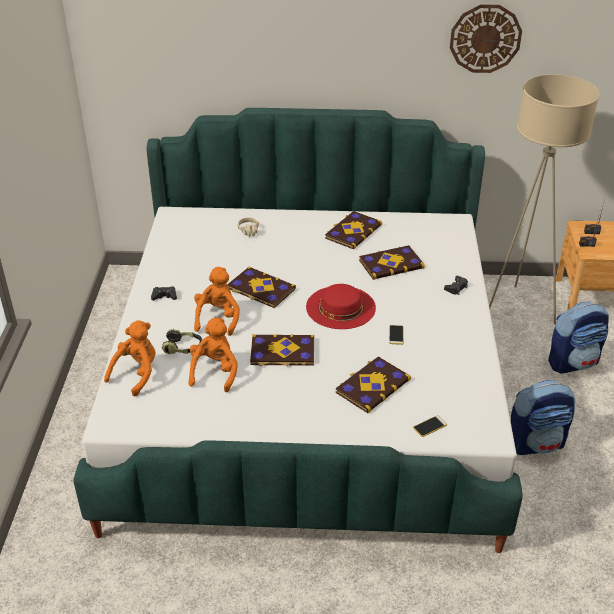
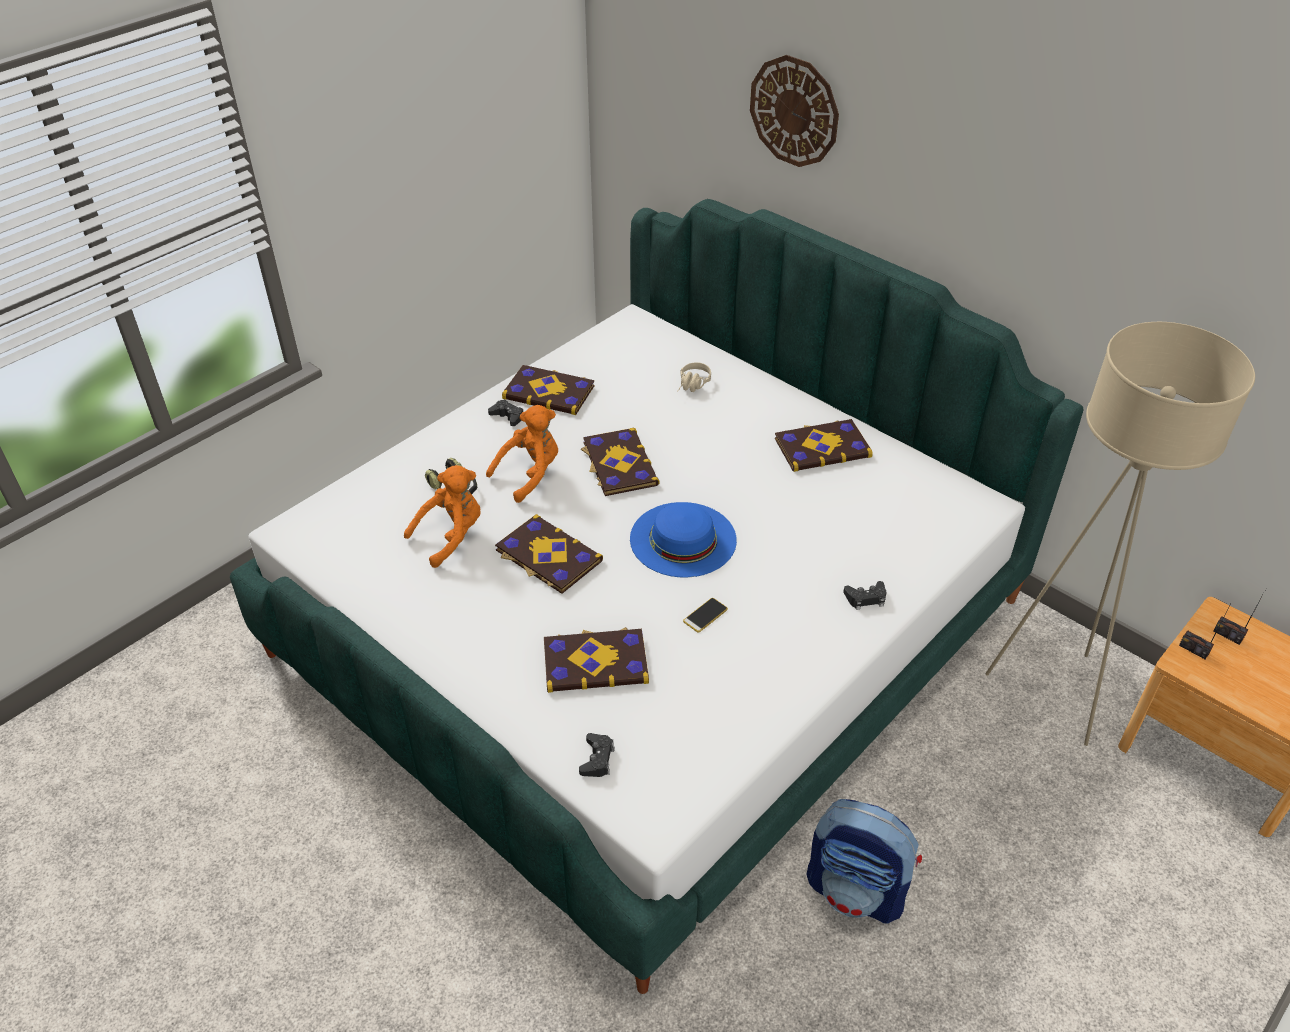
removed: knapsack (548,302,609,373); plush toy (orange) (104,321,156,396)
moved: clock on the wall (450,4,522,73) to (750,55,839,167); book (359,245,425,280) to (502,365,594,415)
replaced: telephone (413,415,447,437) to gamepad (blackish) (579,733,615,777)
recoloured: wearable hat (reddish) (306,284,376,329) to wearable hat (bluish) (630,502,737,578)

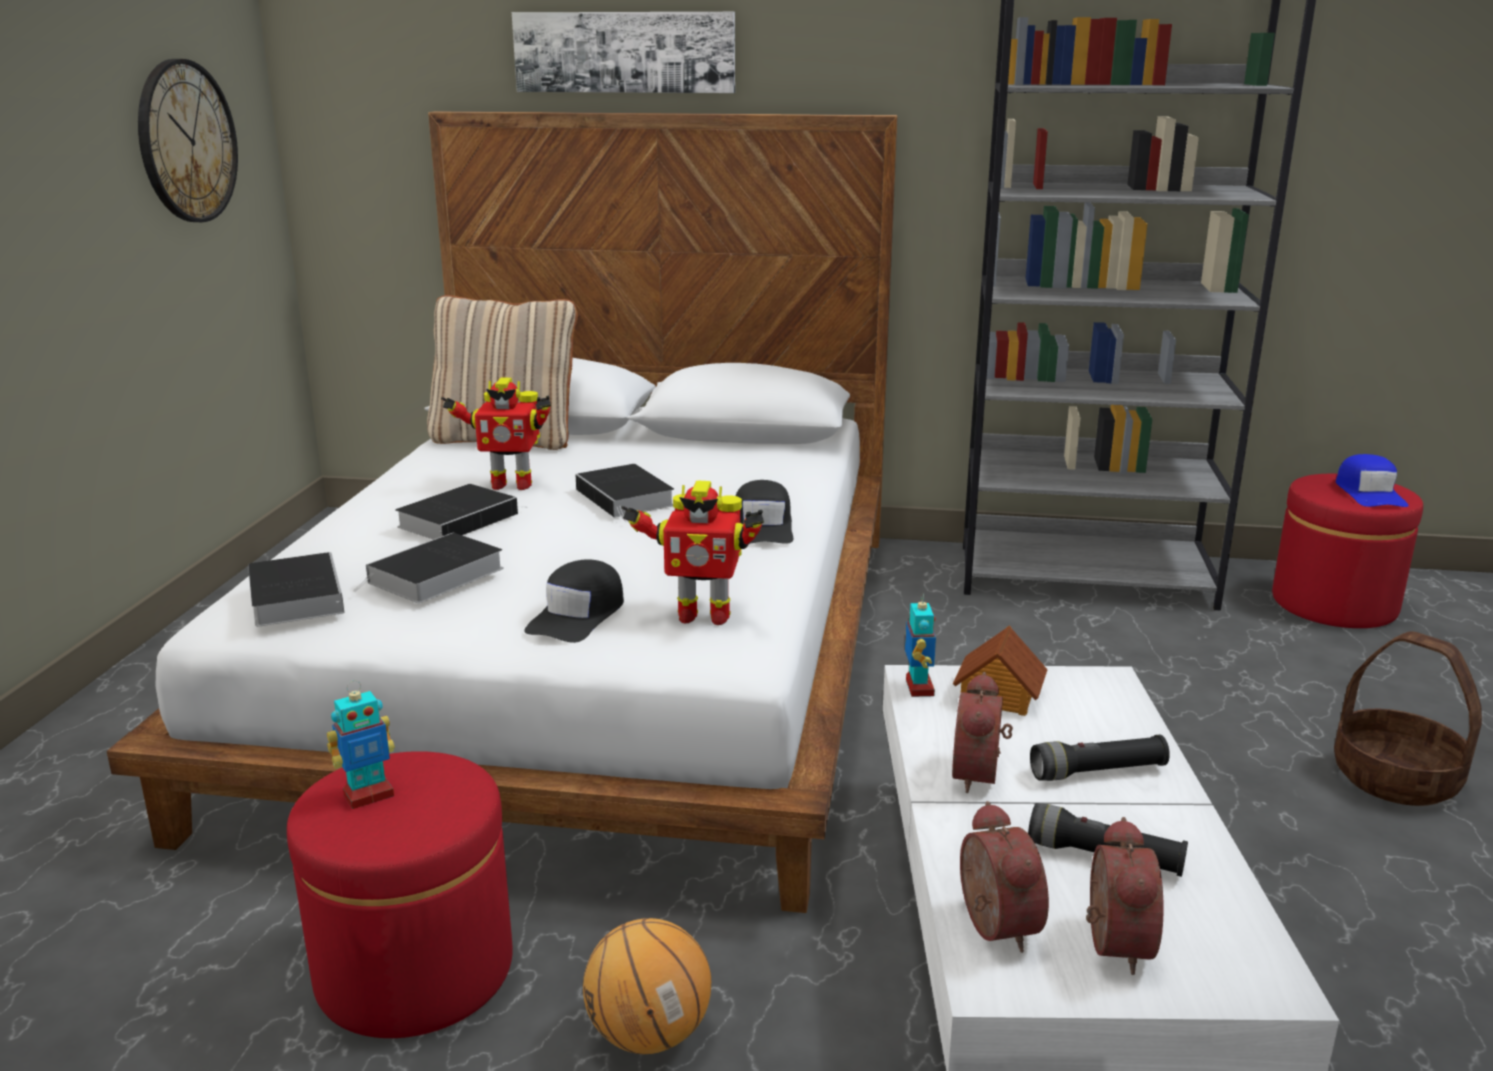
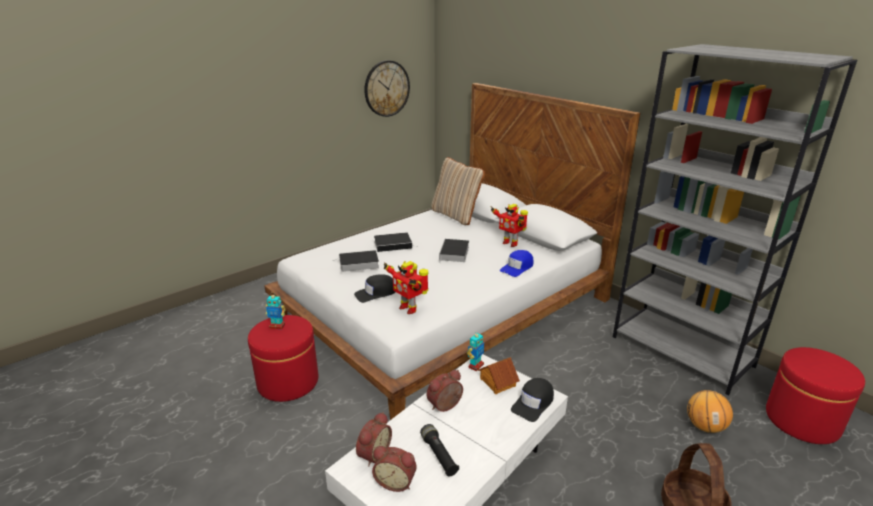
removed: wall picture (512,12,735,93); book (248,552,344,627); hand torch (blackish) (1030,735,1170,781)
moved: robot figure (441,378,551,490) to (491,204,528,247); baseball cap (bluish) (1336,454,1409,507) to (500,250,533,277); baseball cap (blackish) (736,480,793,544) to (511,378,554,422); basketball (583,918,711,1054) to (687,390,733,433)
turned: alarm clock (1086,817,1163,975) = (372,446,417,492) 60 degrees clockwise

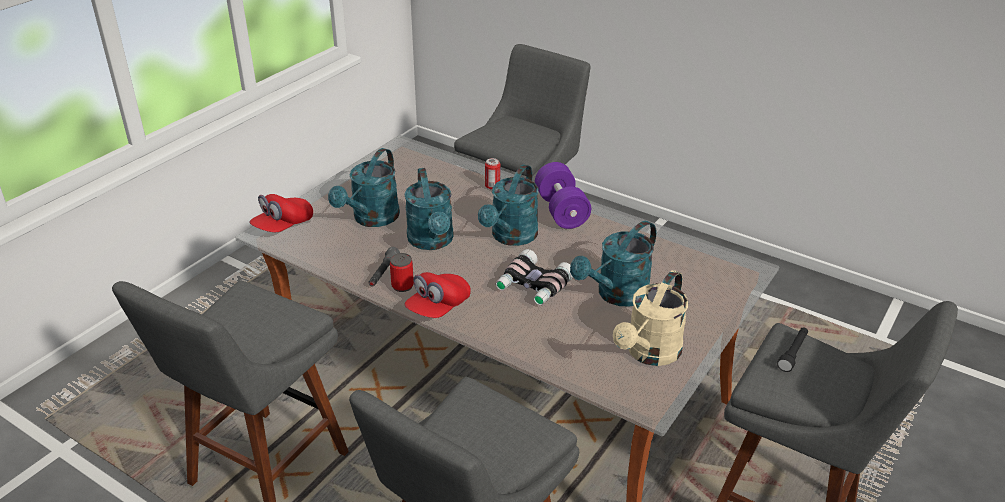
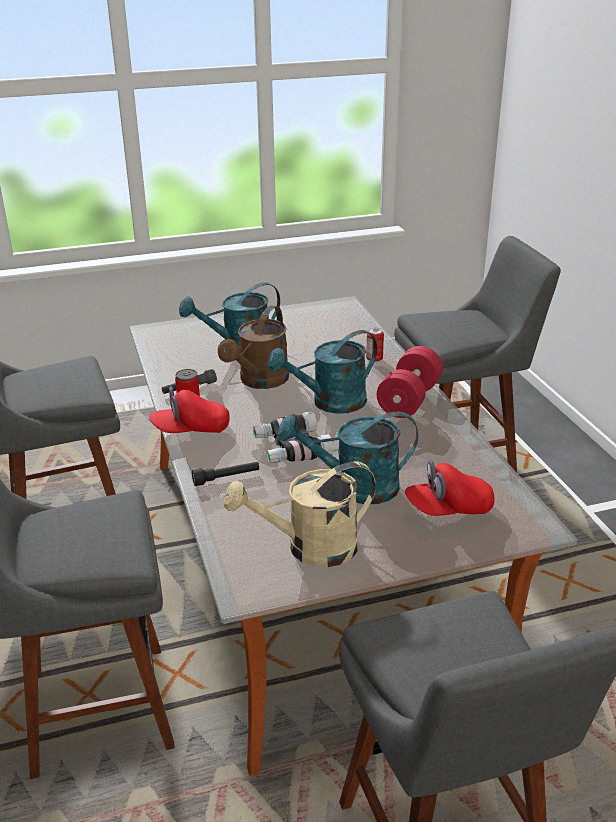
moved: baseball cap (reddish) (250,194,313,232) to (405,460,494,516); hand torch (blackish) (777,327,808,372) to (192,462,259,486)
recoloured: dumbbell (purple) (535,162,591,229) to dumbbell (reddish) (377,346,443,418); watering can (blue-green) (404,168,454,250) to watering can (brown-coloured) (218,305,289,389)

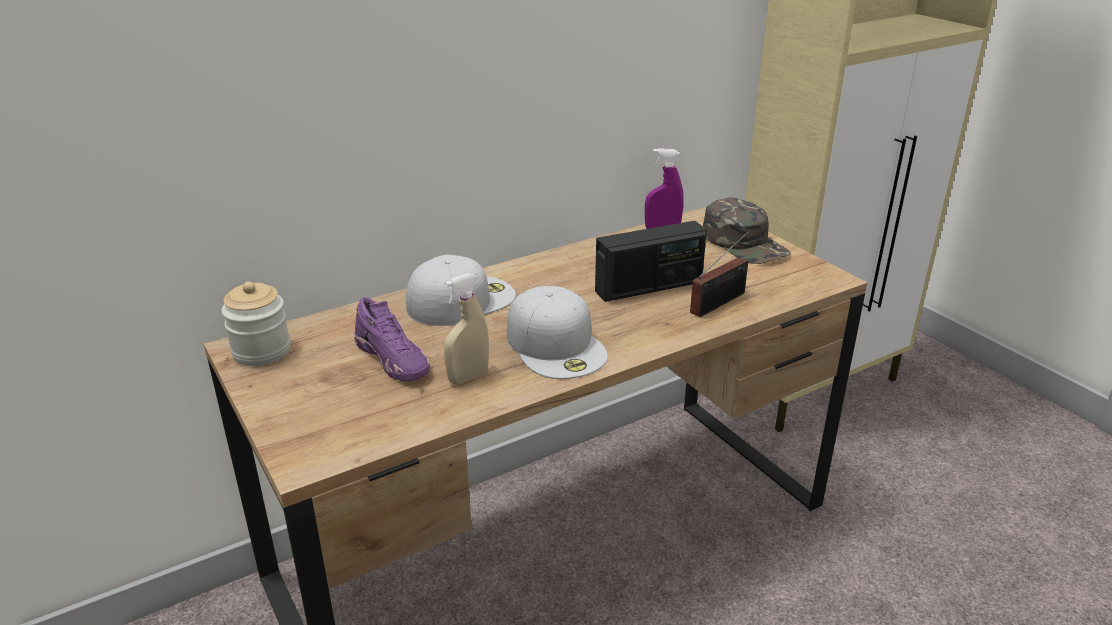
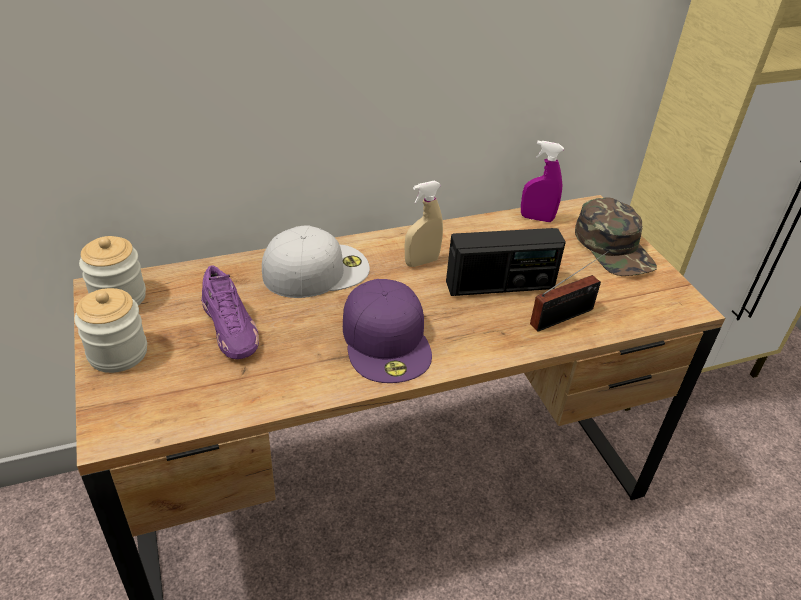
added: preserve jar (74,288,147,373)
moved: spray bottle (beige-coloured) (444,273,489,384) to (405,181,443,267)
recoloured: baseball cap (whitish) (507,286,608,379) to baseball cap (purple) (343,279,432,383)

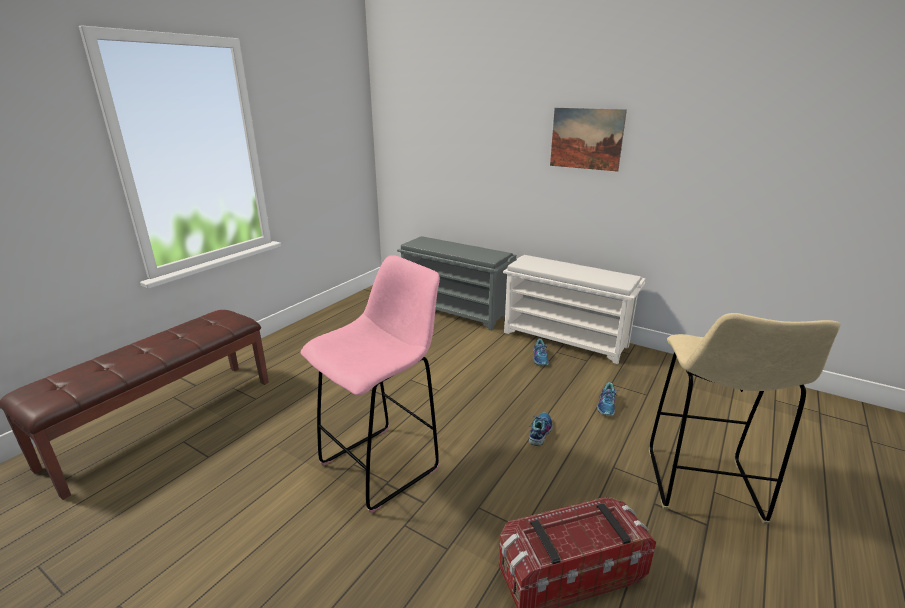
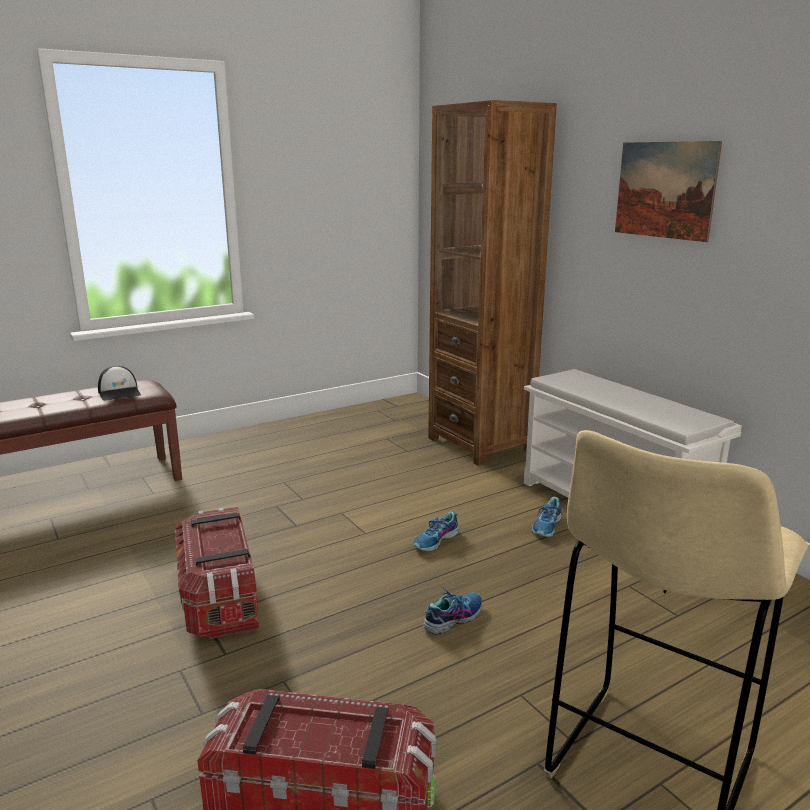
added: baseball cap (98,366,141,401)
moved: shoe (597,382,620,416) to (413,511,459,552)
replaced: shoe shelf (greyish) (397,236,517,330) to bookcase (brown-coloured) (428,100,557,466); stool (pink-coloured) (300,255,440,513) to storage container (175,507,259,639)

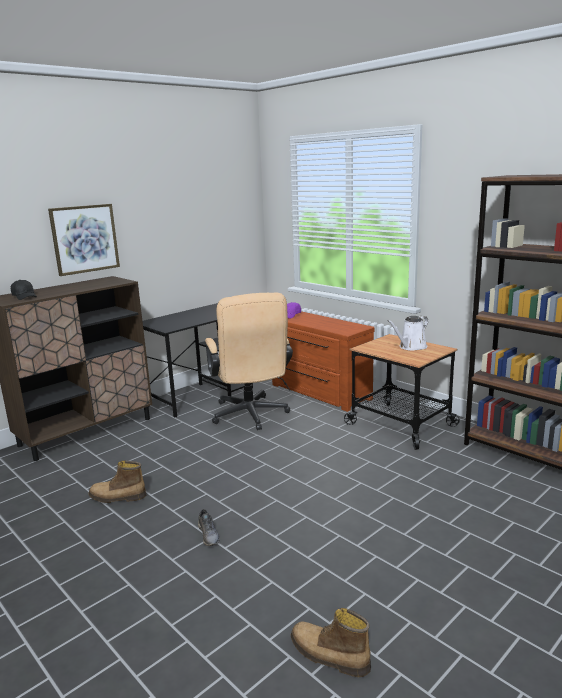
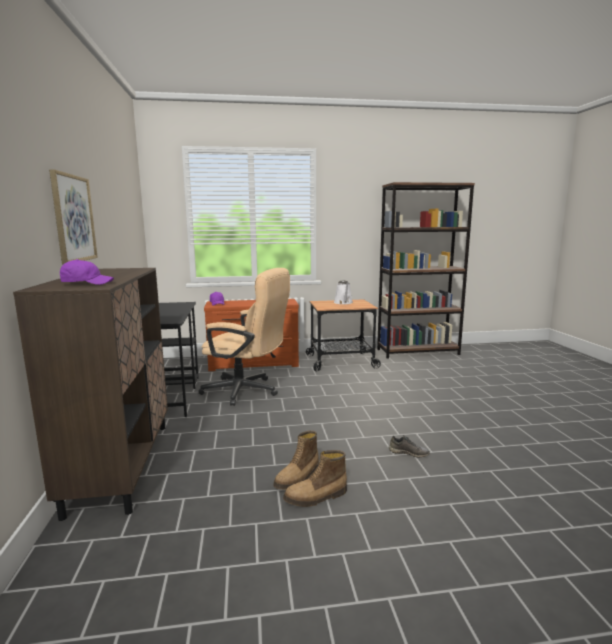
moved: boot (291,608,371,677) to (283,450,347,507)
recoloured: baseball cap (blackish) (11,280,37,300) to baseball cap (purple) (60,259,114,285)

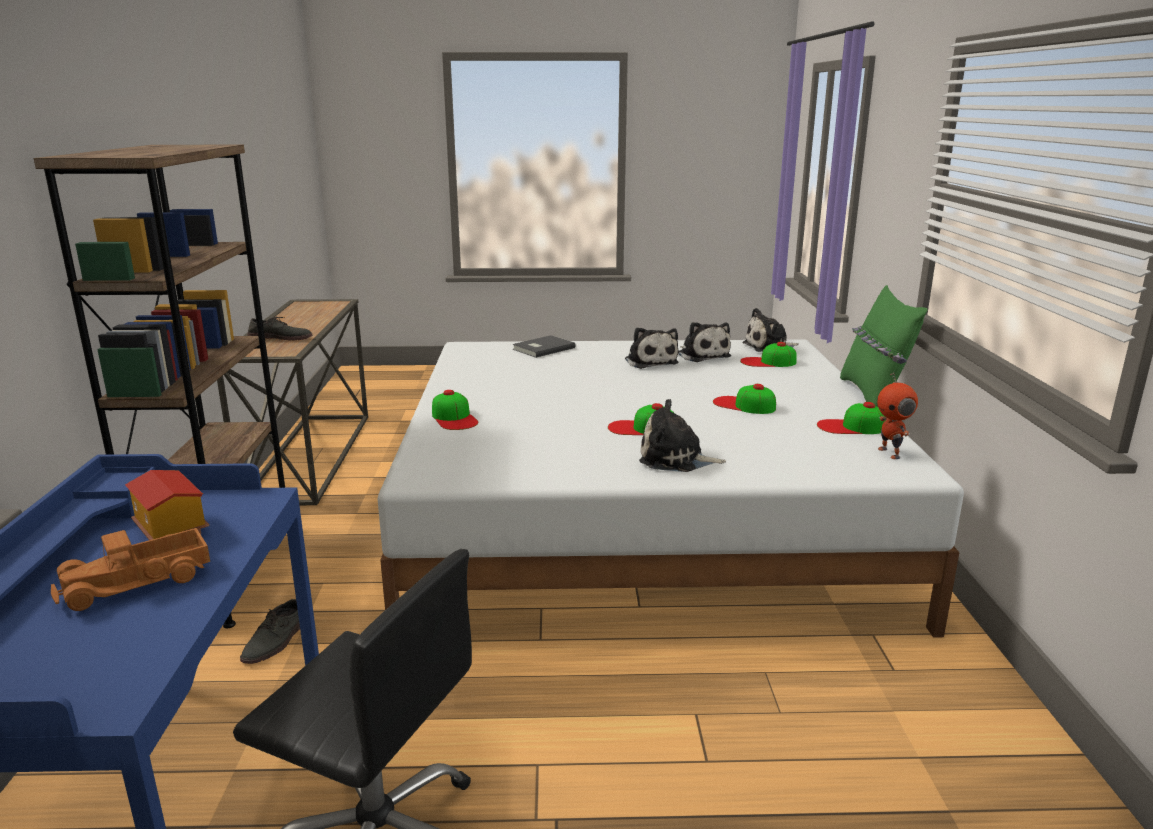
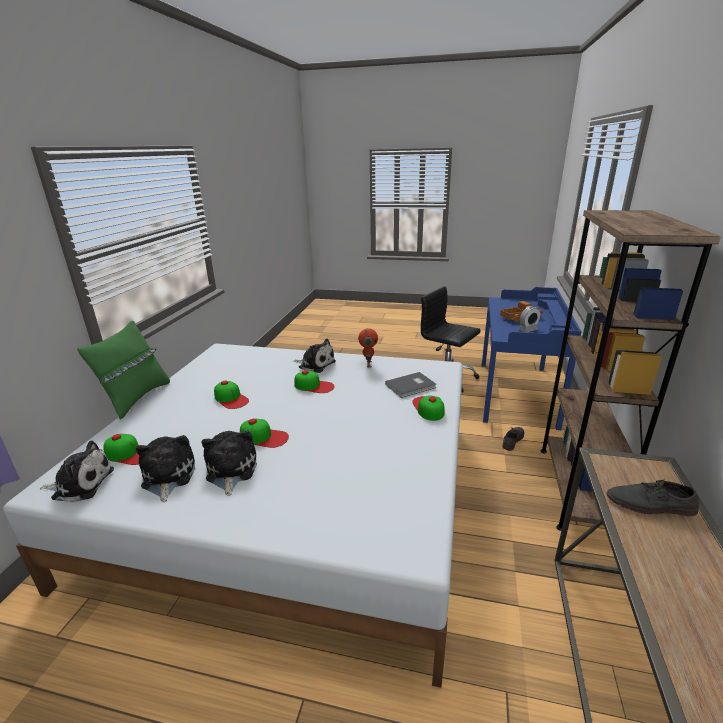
moved: book (greyish) (512,335,576,358) to (385,372,436,398); robot figure (877,372,918,459) to (358,328,378,368); baseball cap (817,402,886,434) to (240,419,289,448)
replaced: miniature house (125,470,209,540) to alarm clock (519,306,540,332)

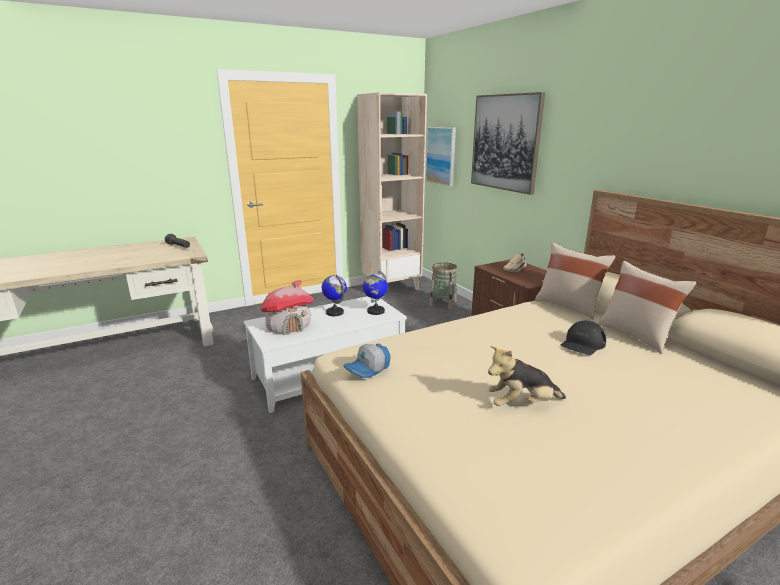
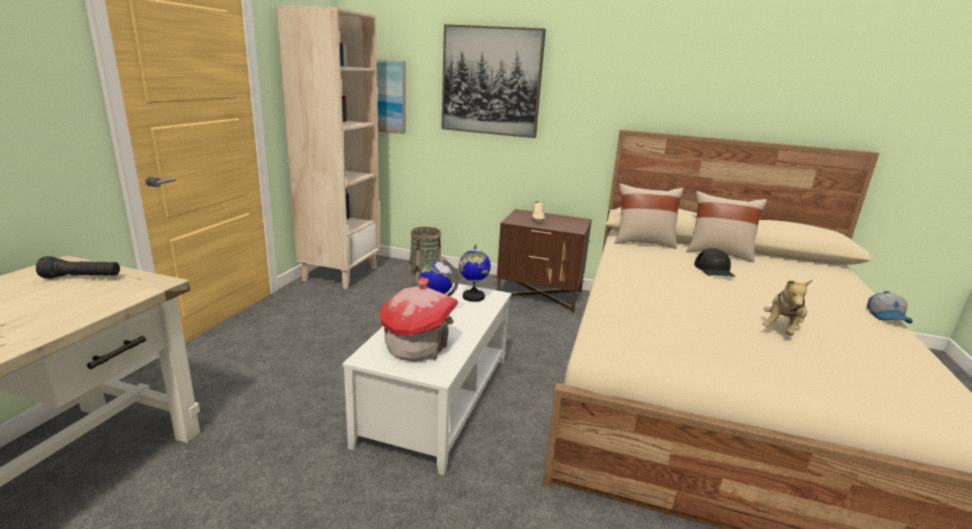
moved: baseball cap (344,343,390,378) to (867,291,912,324)

